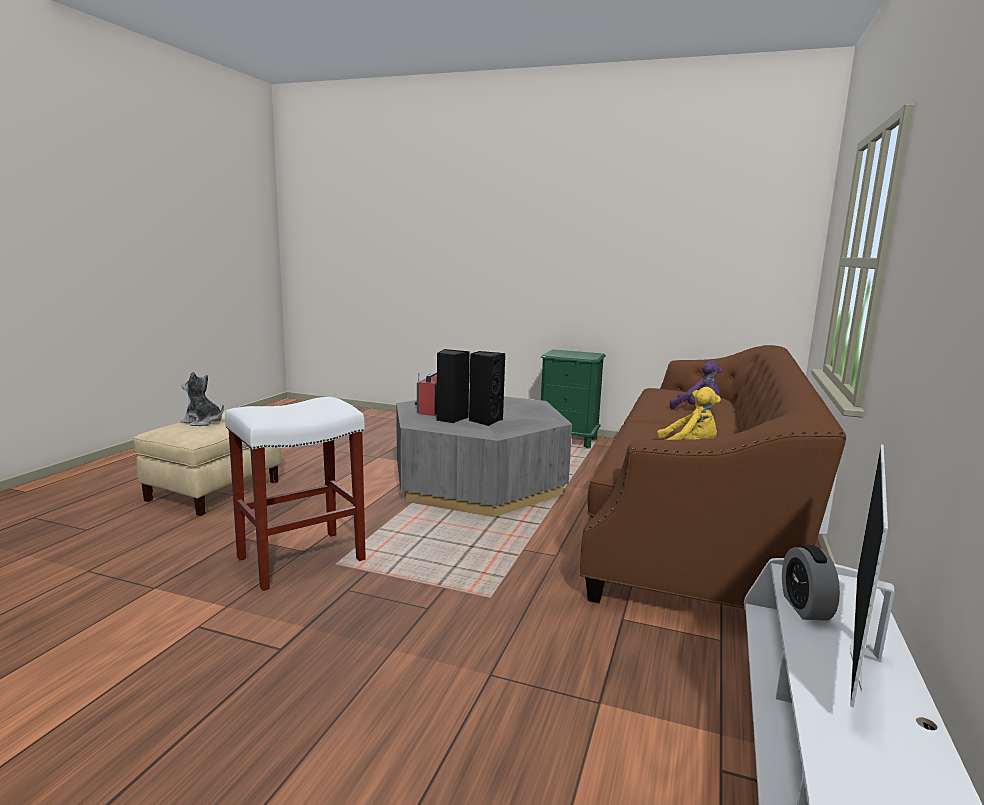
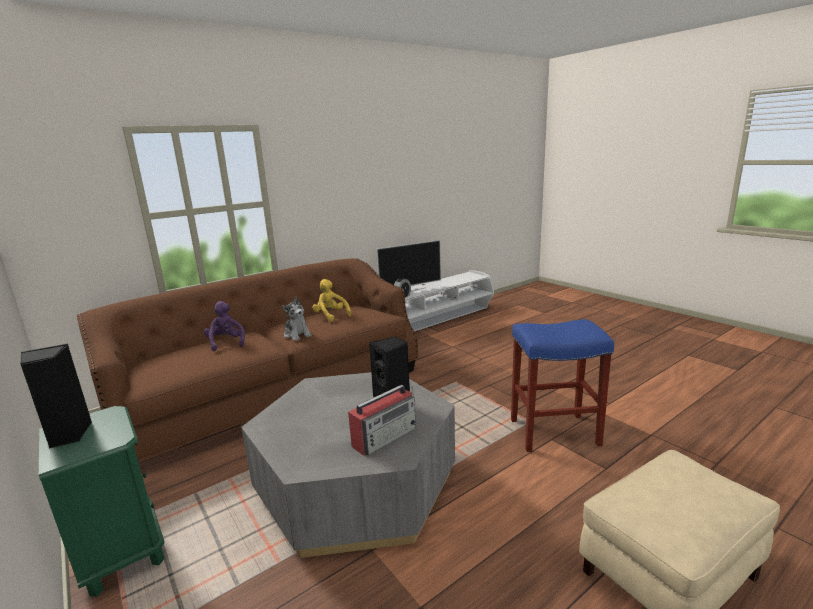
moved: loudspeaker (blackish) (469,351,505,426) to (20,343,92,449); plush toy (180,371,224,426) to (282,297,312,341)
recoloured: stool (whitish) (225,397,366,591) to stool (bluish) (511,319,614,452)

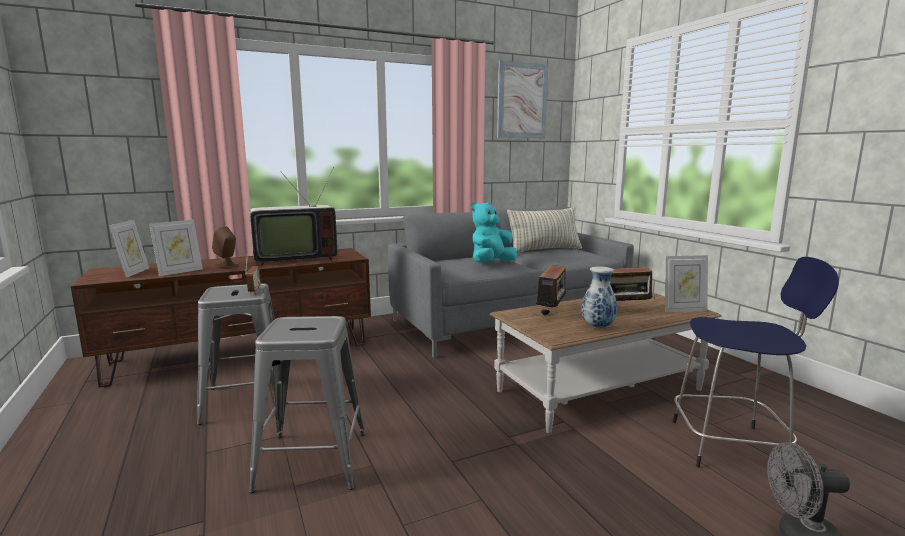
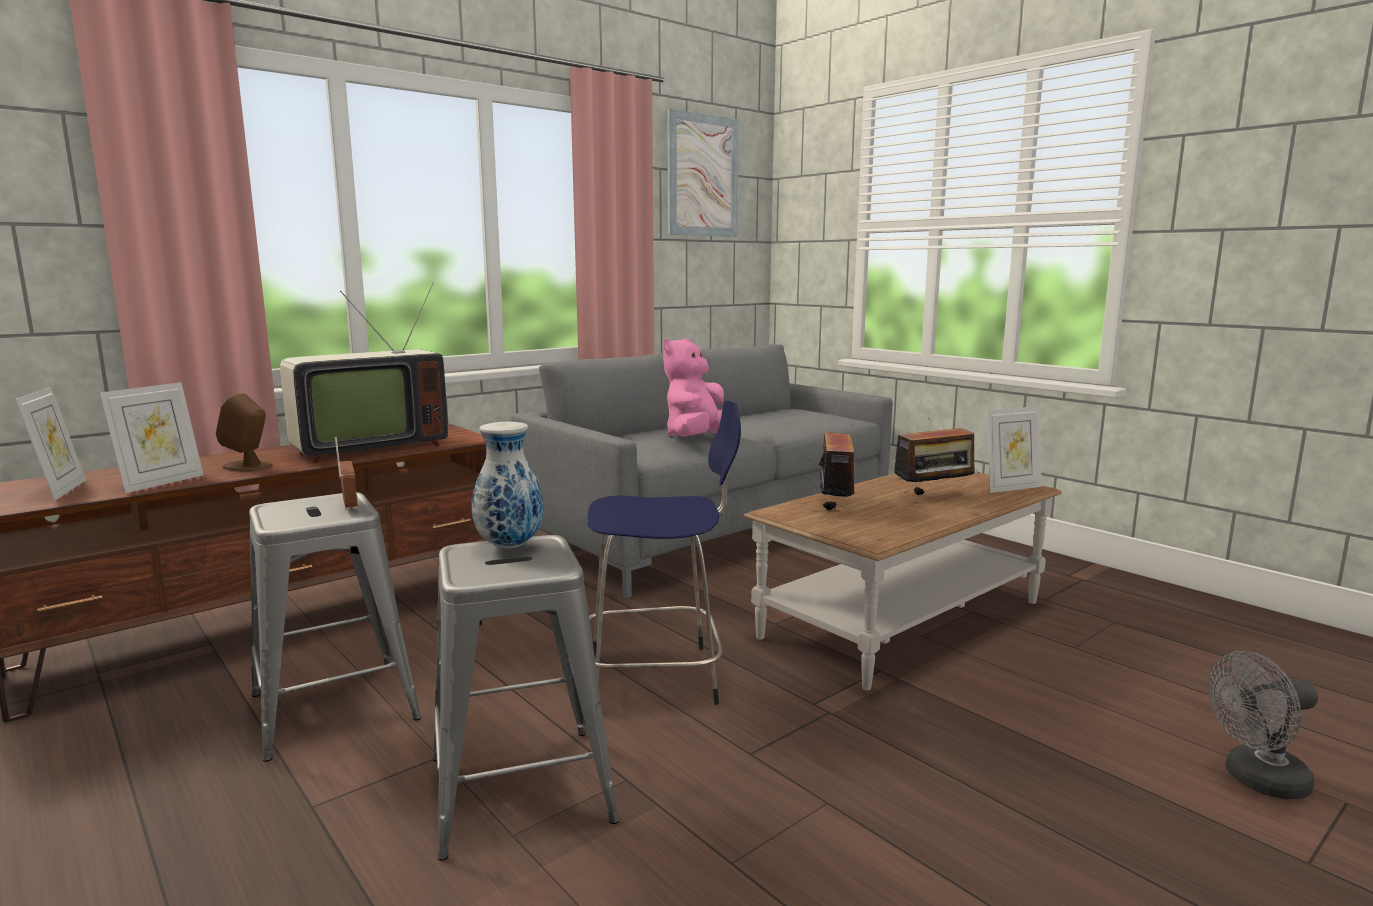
removed: cushion (507,207,582,254)
moved: stool (bluish) (673,257,839,467) to (588,401,741,705); vase (581,267,617,329) to (472,422,543,549)
recoloured: plush toy (blue-green) (471,202,517,263) to plush toy (pink-coloured) (663,338,724,437)

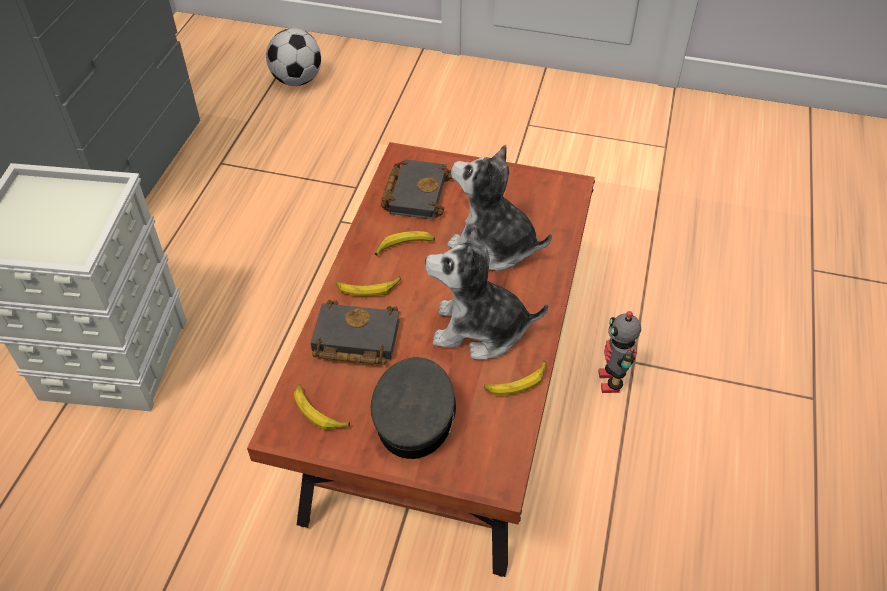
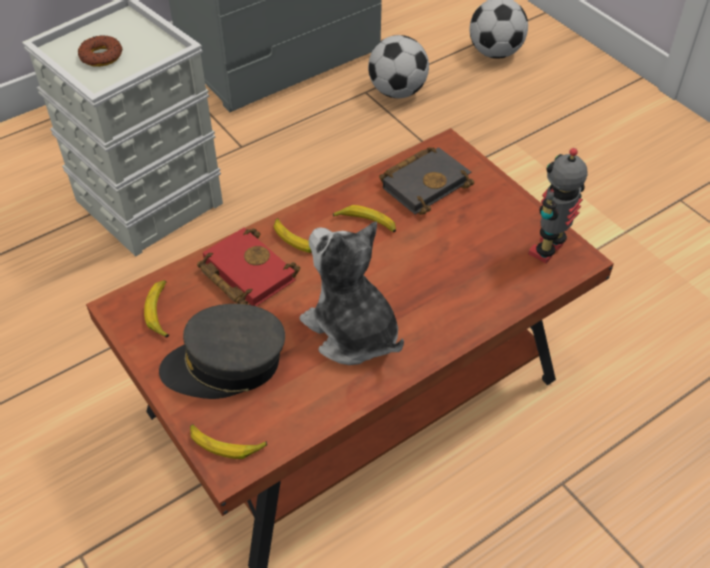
removed: plush toy (447,144,552,271)
added: doughnut (78,35,123,67); ball for football (368,35,429,98)
moved: robot figure (598,311,641,393) to (528,148,587,263); whole banana (484,361,547,395) to (190,424,267,459)
recoloured: book (blackish) (311,300,400,365) to book (reddish) (197,227,300,307)
turned: baseball cap (greyish) (371,357,456,459) = (159,304,285,399) 150 degrees counterclockwise

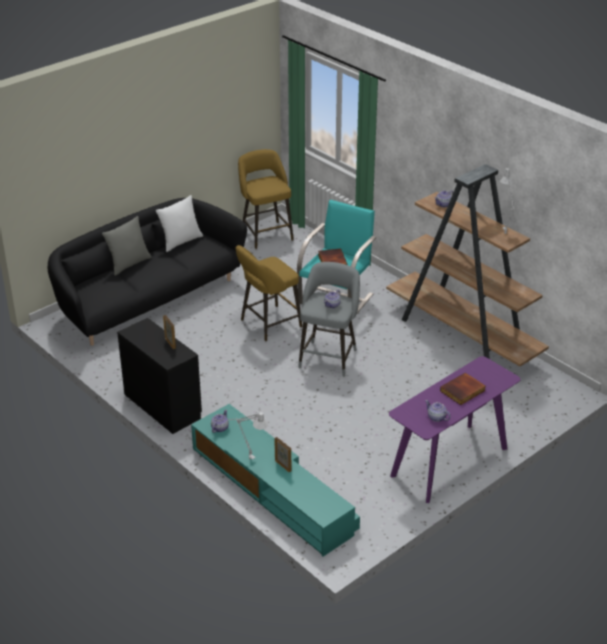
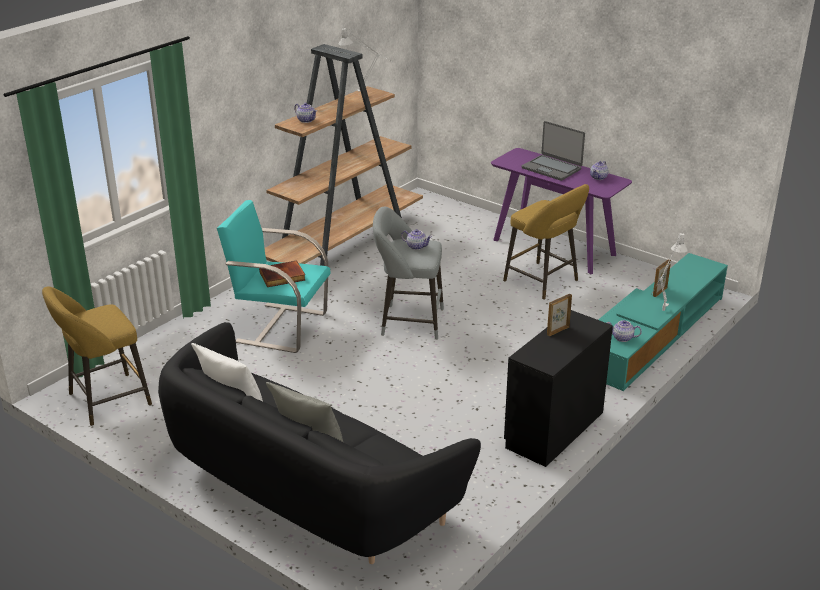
moved: stool (yellow-coloured) (236,245,302,342) to (503,184,589,300)
replaced: book (440,373,486,405) to notebook computer (521,121,585,181)

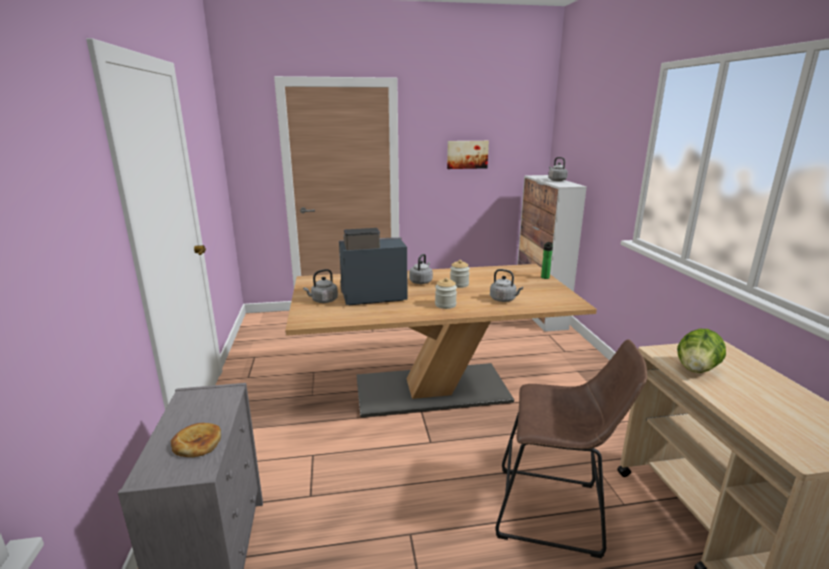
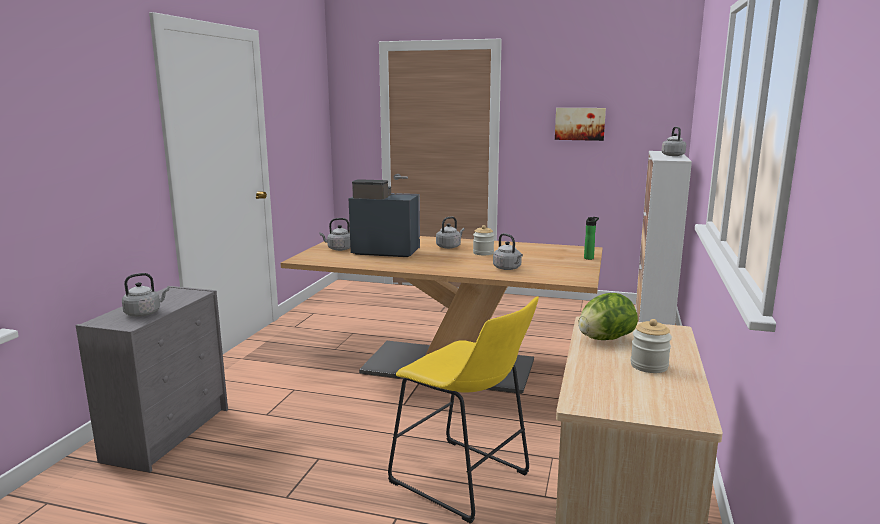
moved: preserve jar (435,277,457,309) to (630,319,672,373)
replaced: bread (171,423,221,457) to kettle (greyish) (122,273,169,317)
recoloured: stool (brown-coloured) (495,339,647,559) to stool (yellow-coloured) (388,296,539,524)

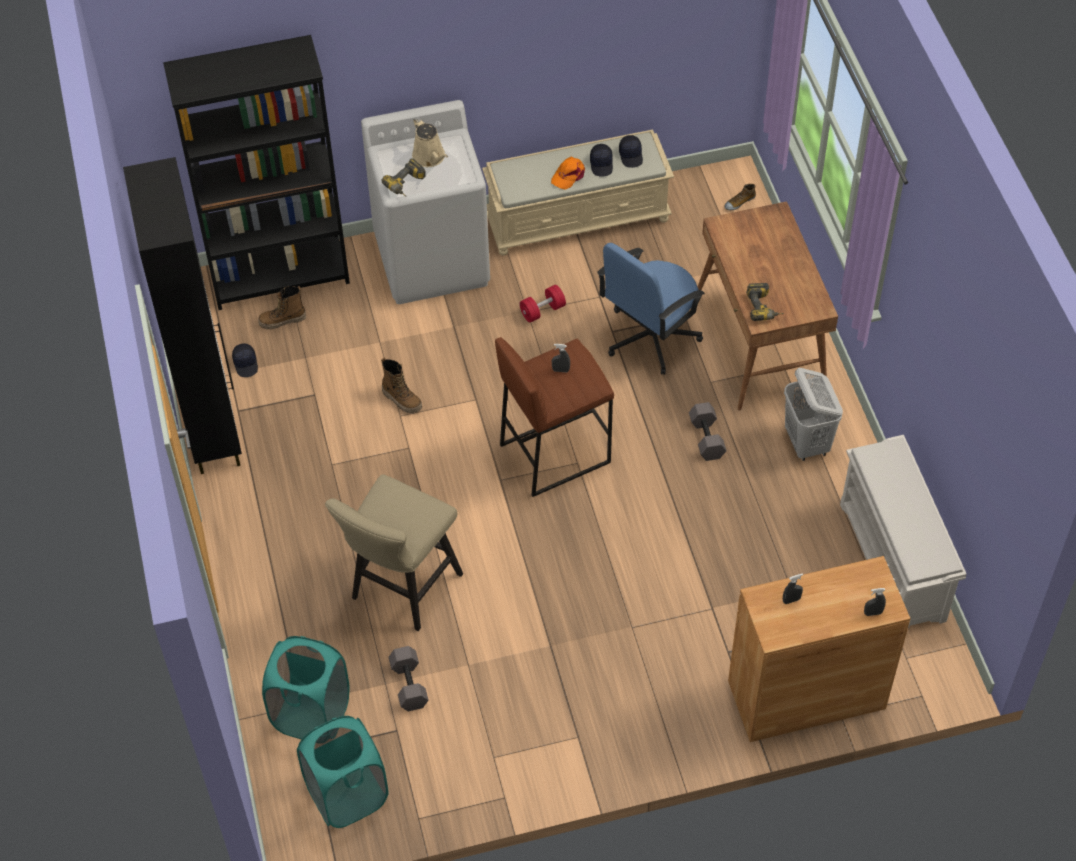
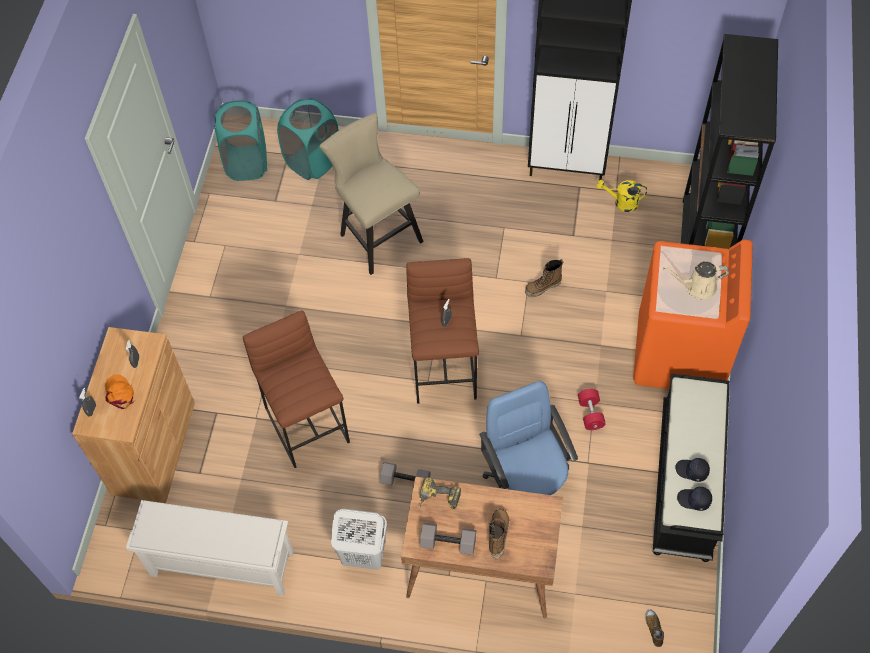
removed: electric drill (381,158,426,197)
added: stool (brown-coloured) (243,310,350,468)
moved: baseball cap (orange) (551,157,585,190) to (105,374,135,409); boot (258,286,306,330) to (488,509,509,559); dumbbell (greyish) (388,646,429,711) to (420,523,476,555)
replaced: baseball cap (blackish) (232,343,258,377) to watering can (yellow-coloured) (596,180,647,212)
recoloured: laundry appliance (whitish) (361,100,490,304) to laundry appliance (orange) (633,239,753,389); indoor bench (beige-coloured) (482,129,674,256) to indoor bench (blackish) (653,373,730,562)

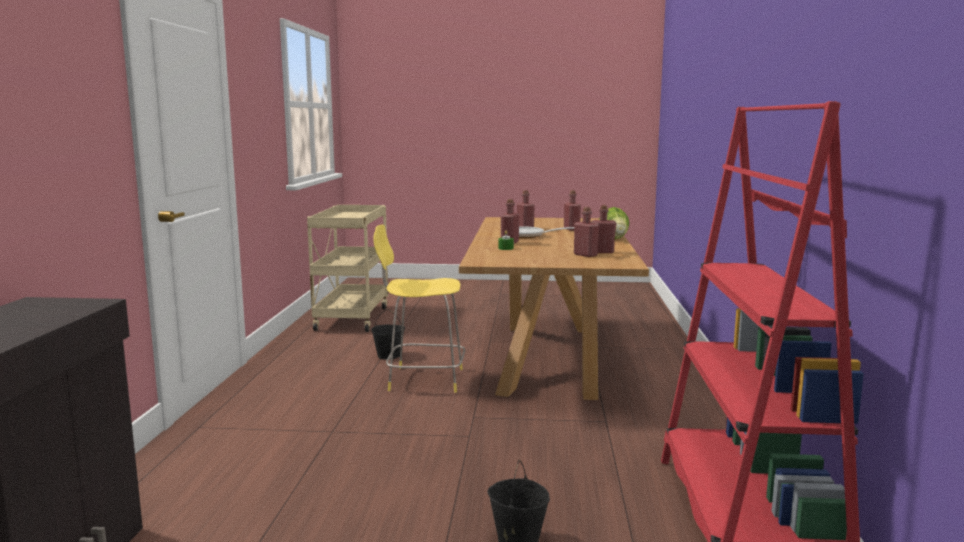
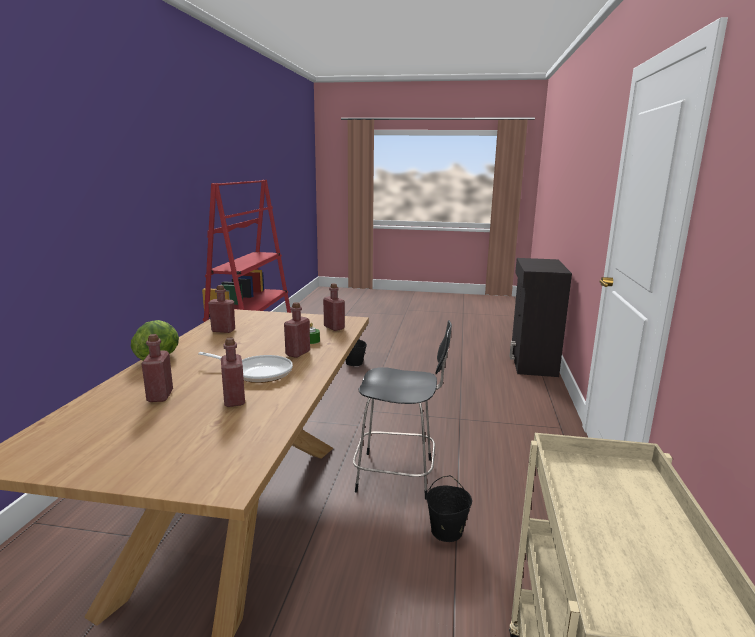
moved: bottle (reddish) (574,207,599,257) to (323,283,345,331)
recoloured: stool (yellow-coloured) (373,225,465,393) to stool (blackish) (353,320,452,500)

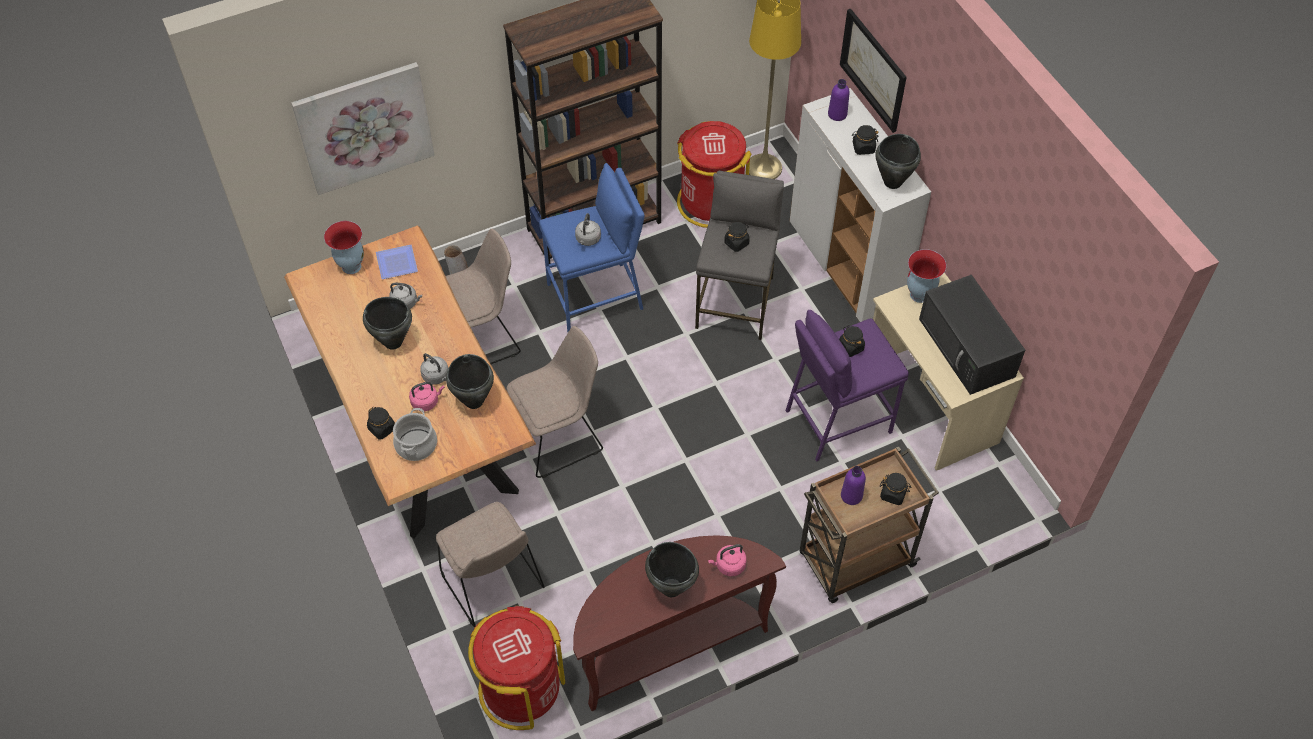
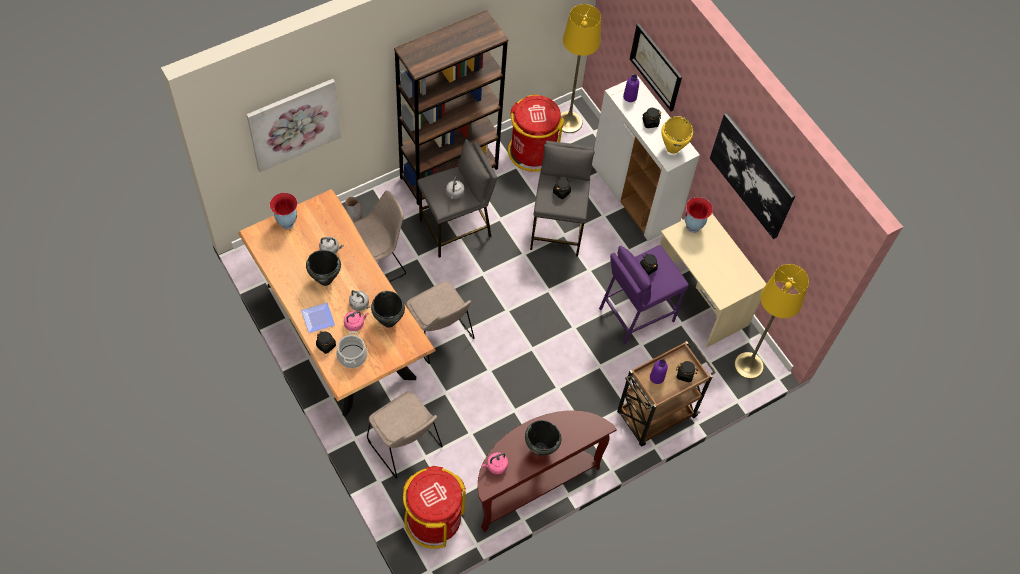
removed: microwave (blackish) (919,275,1025,395)
added: wall picture (710,113,795,239); standing lamp (yellow-coloured) (734,264,809,379)
moved: flat dish (376,245,418,279) to (301,303,335,333); kettle (pink-coloured) (708,544,747,576) to (482,452,508,474)
recoloured: stockpot (blackish) (875,134,921,189) to stockpot (yellow-coloured) (661,116,693,154); stool (bluish) (539,163,645,332) to stool (greyish) (418,139,497,258)
turned: plain chair (beige-coloured) (507,326,603,478) = (406,281,475,364) 90 degrees clockwise

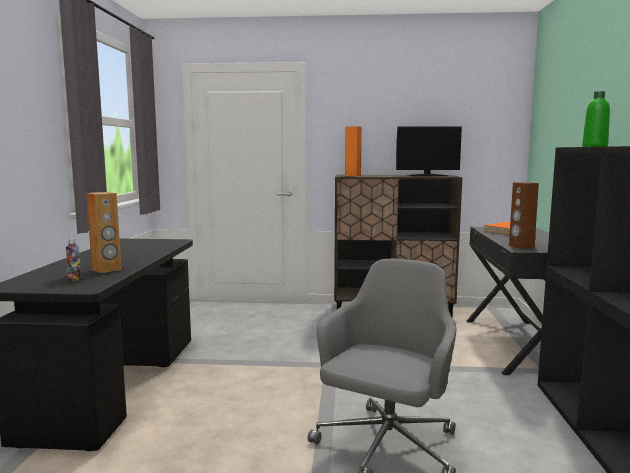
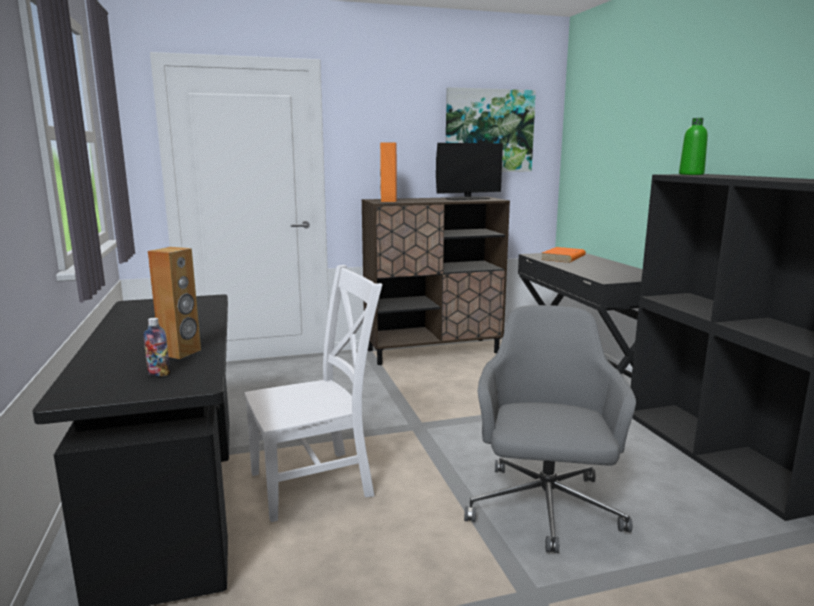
removed: loudspeaker (brown-coloured) (509,182,539,249)
added: wall picture (446,87,536,172); plain chair (whitish) (244,265,382,522)

